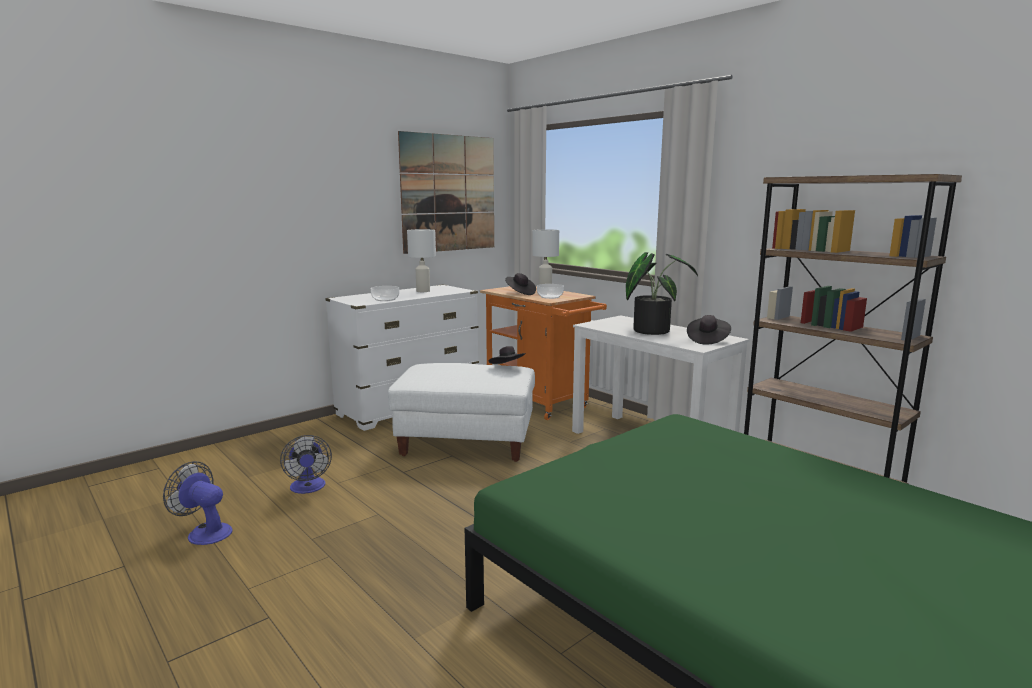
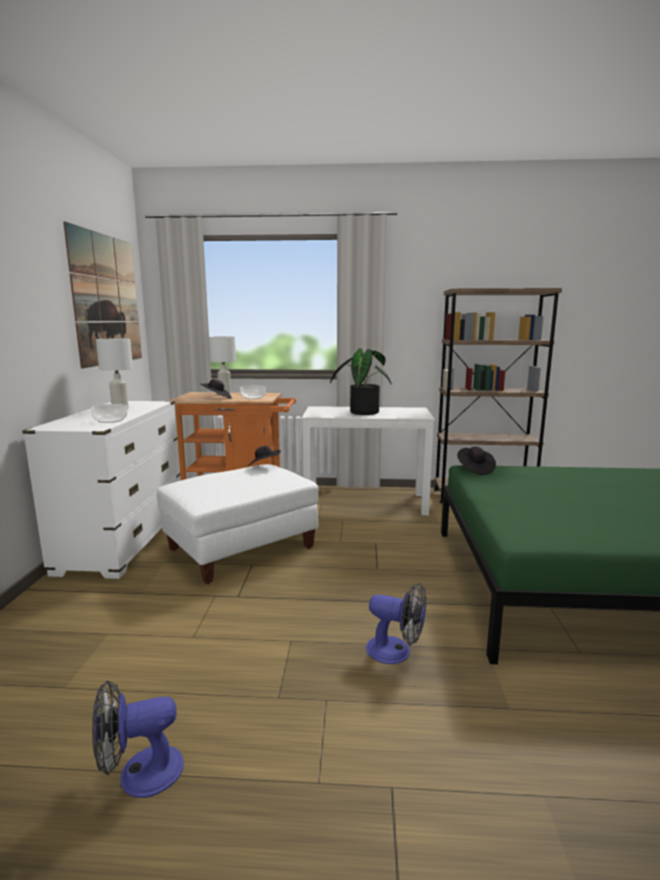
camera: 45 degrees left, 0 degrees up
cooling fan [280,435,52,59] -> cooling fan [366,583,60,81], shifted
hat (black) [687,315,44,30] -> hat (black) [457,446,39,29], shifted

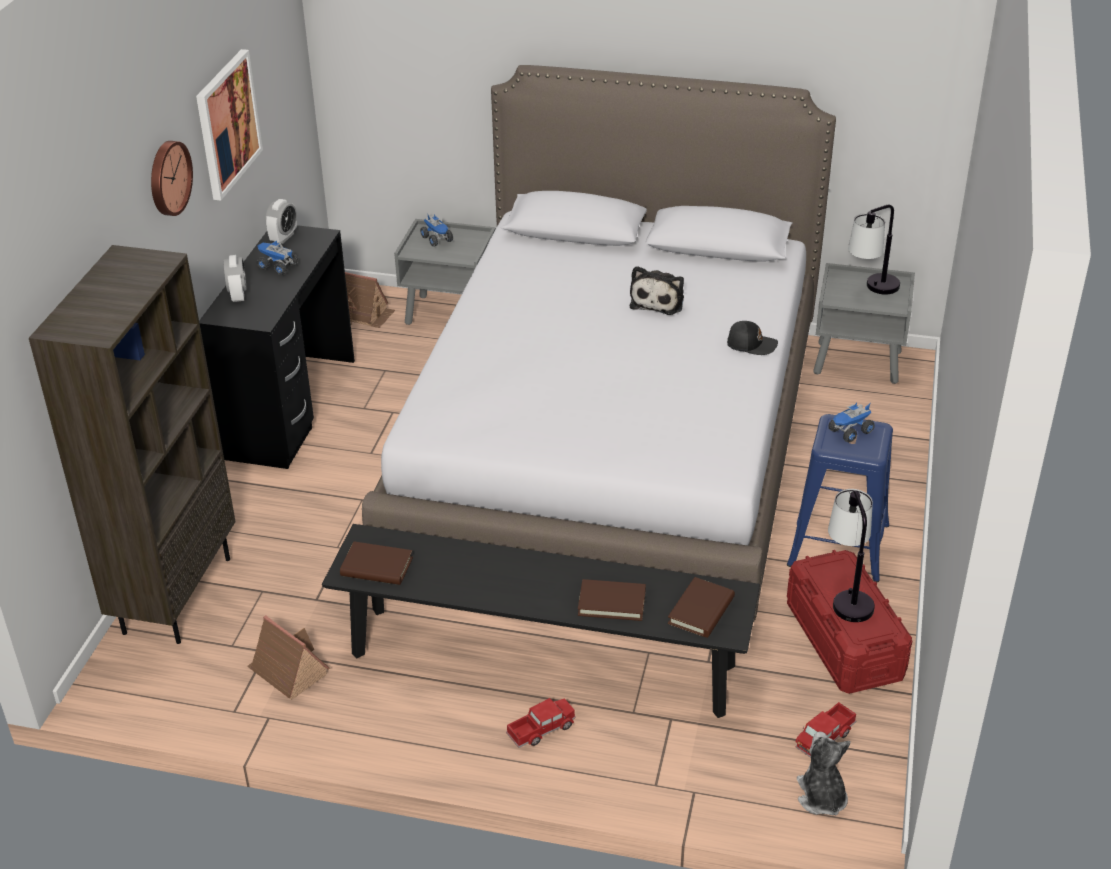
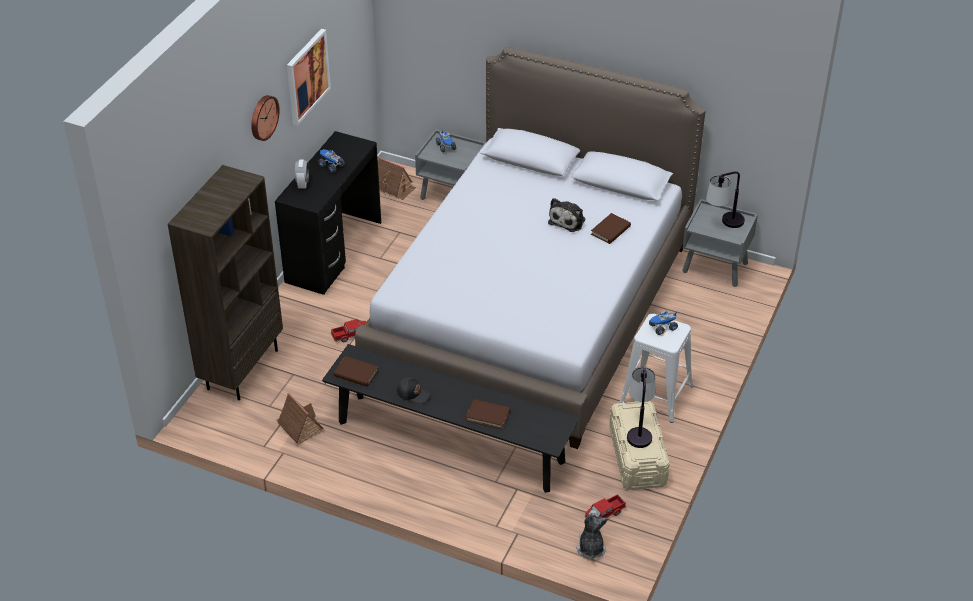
camera: 10 degrees right, 5 degrees up
table clock [265,199,32,45] -> none
toy truck [506,698,70,50] -> toy truck [331,319,35,23], shifted
bound book (brownish) [668,577,67,61] -> bound book (brownish) [591,213,40,31], shifted
cap (black) [727,321,51,34] -> cap (black) [397,378,34,26], shifted
sitting stool (blue) [787,414,106,168] -> sitting stool (whitish) [619,314,74,109]
storage bin (reddish) [787,550,126,144] -> storage bin (beige-coloured) [609,401,61,89]

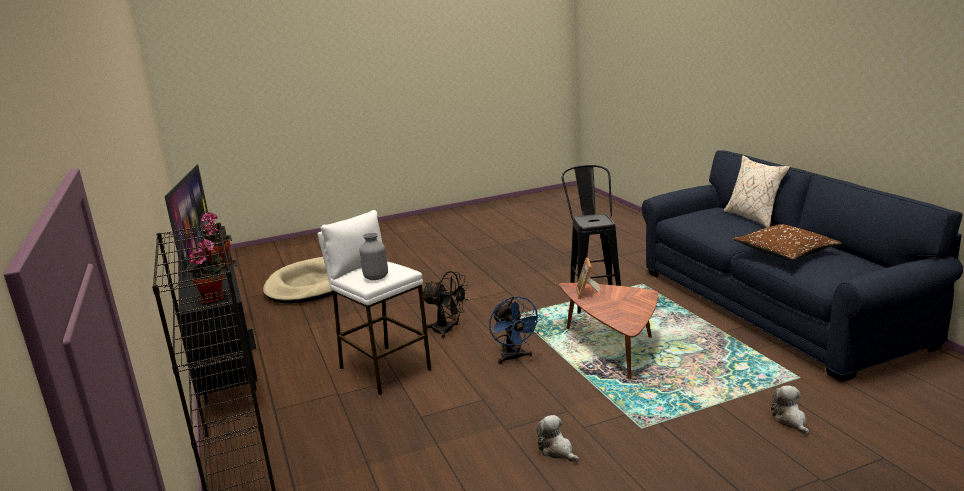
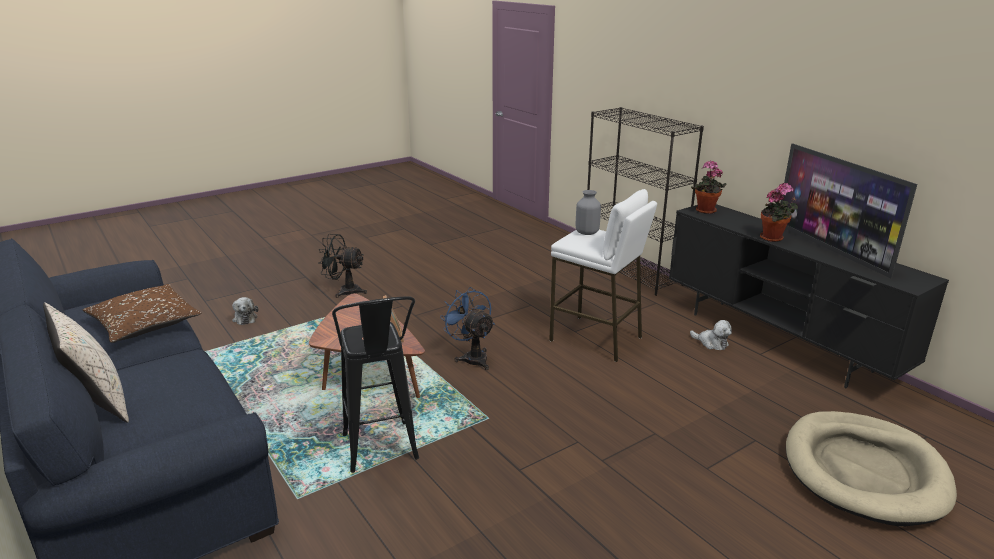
camera: 165 degrees right, 5 degrees up
cooling fan (black) [423,271,45,67] -> cooling fan (black) [318,234,49,64], shifted
soft toy [536,415,43,48] -> soft toy [690,320,42,30], shifted

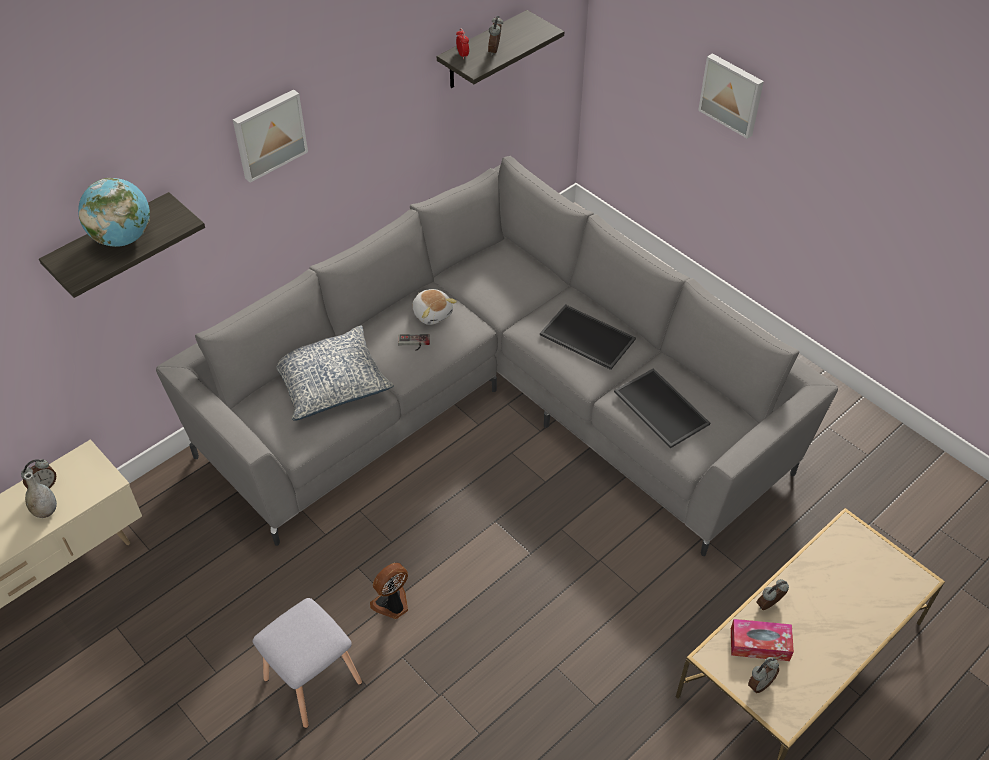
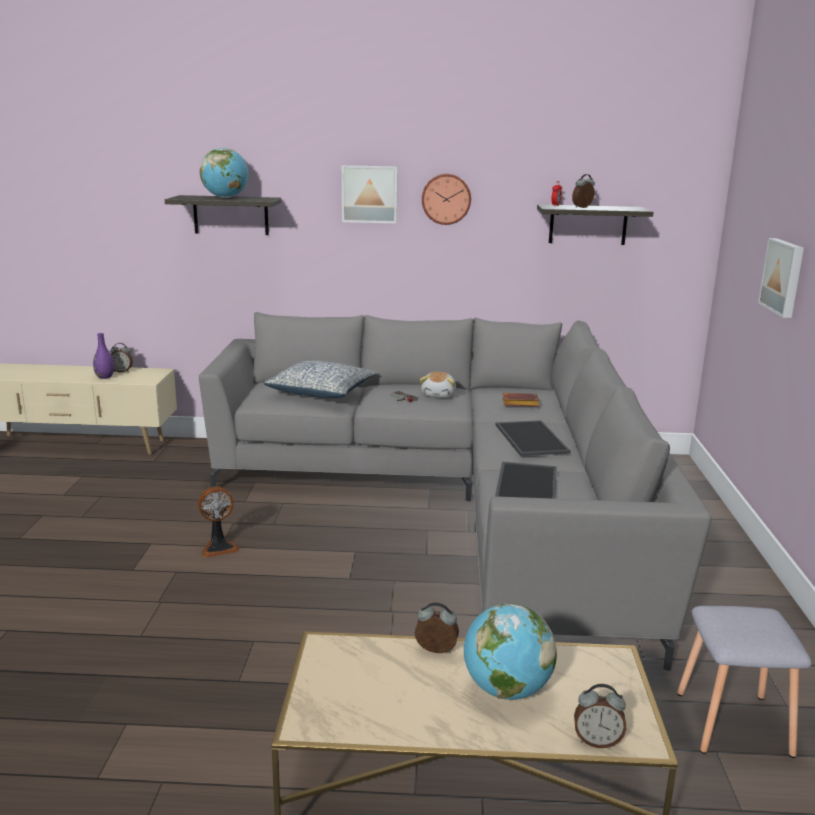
camera: 45 degrees right, 30 degrees down
tissue holder [731,619,63,42] -> none
none -> hanging clock [422,174,49,51]
none -> globe [464,603,93,97]
none -> bound book (brownish) [502,393,38,13]
sitting stool (grey) [253,598,109,130] -> sitting stool (grey) [677,606,135,152], shifted
table clock [748,657,31,36] -> table clock [574,684,52,64], shifted
vase (grey) [24,472,33,46] -> vase (purple) [93,333,22,46]
cooling fan [370,563,39,56] -> cooling fan [198,486,42,72], 150 degrees clockwise

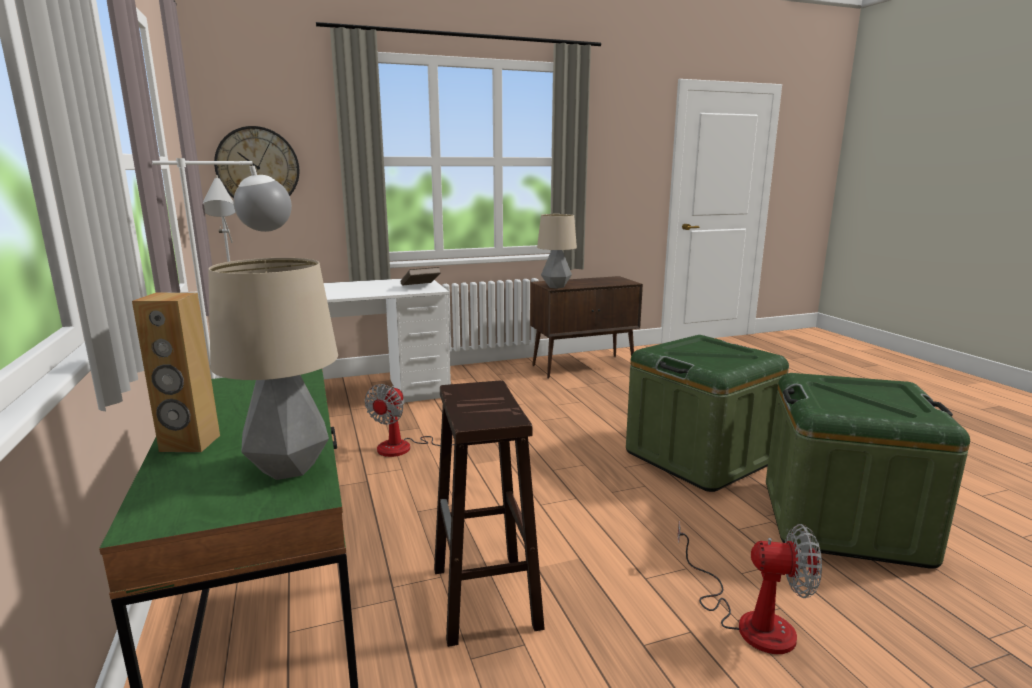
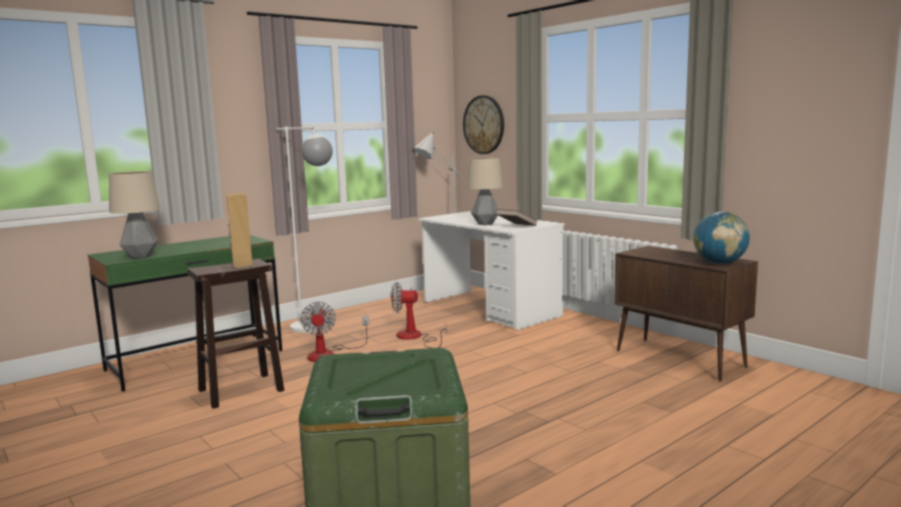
camera: 70 degrees right, 5 degrees down
storage bin (greenish) [626,335,163,157] -> none
none -> globe [693,212,57,52]
audio speaker (brownish) [132,293,88,159] -> audio speaker (brownish) [226,193,27,75], shifted
lamp for a table [537,214,40,74] -> lamp for a table [467,157,36,68], shifted
cooling fan [678,521,144,133] -> cooling fan [300,302,69,60], shifted

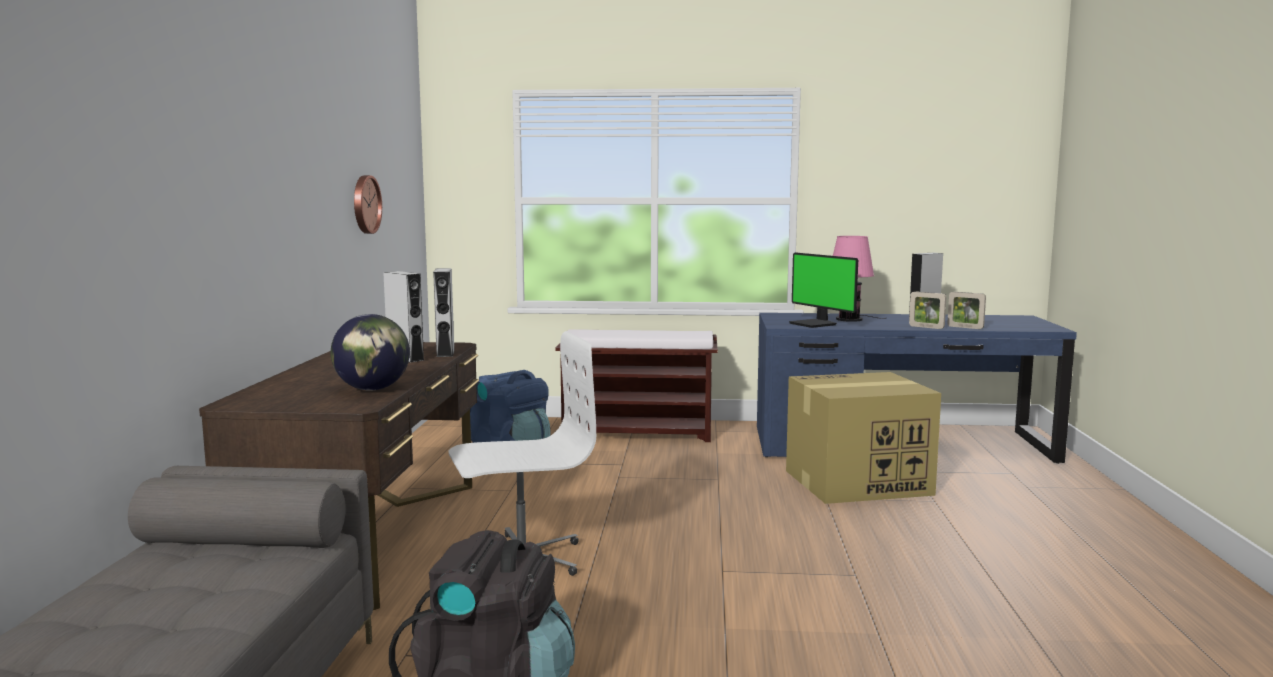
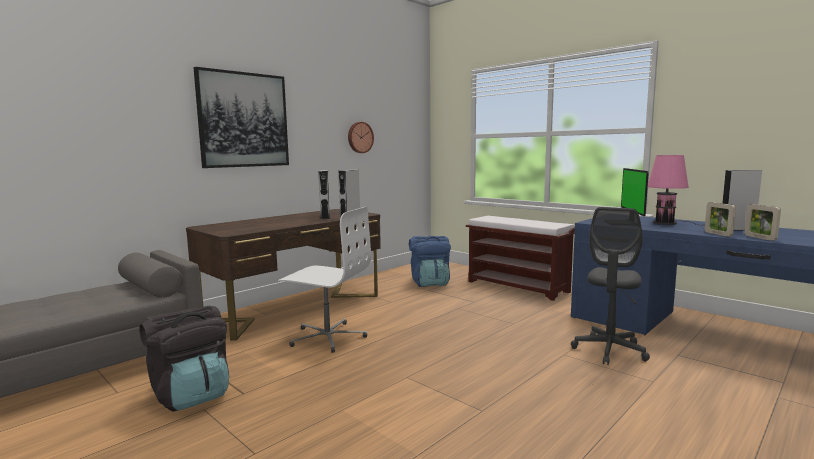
camera: 40 degrees right, 0 degrees up
globe [331,314,79,77] -> none
none -> wall art [193,67,96,101]
cardboard box [786,372,155,132] -> office chair (grey) [571,207,79,158]

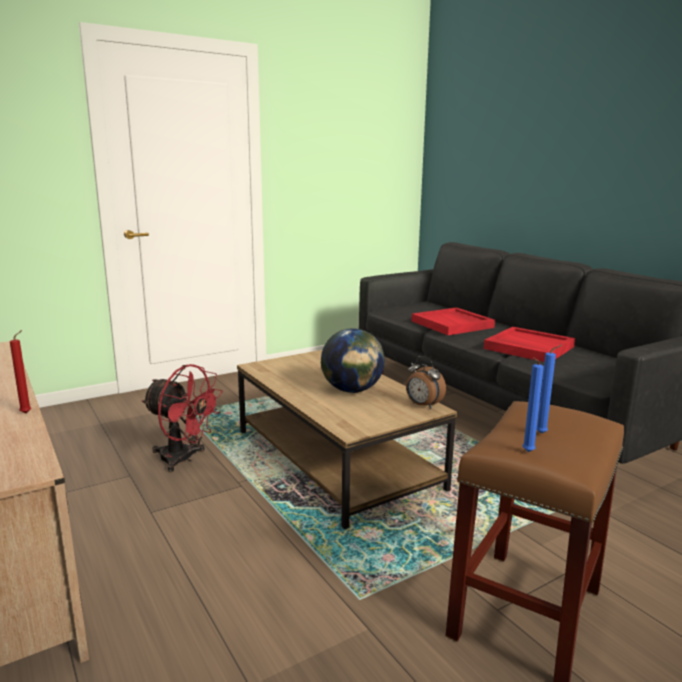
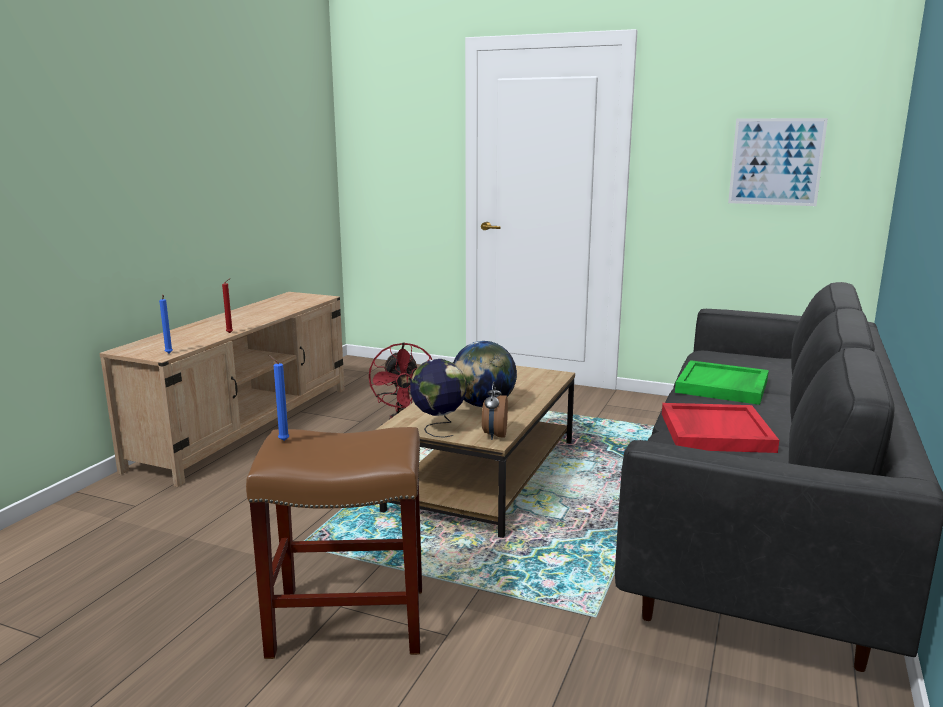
camera: 55 degrees right, 0 degrees up
none -> globe [410,359,56,79]
none -> wall art [728,118,100,88]
wax light (blue) [537,345,25,89] -> wax light (blue) [159,295,14,58], shifted
serving tray (reddish) [411,308,84,27] -> serving tray (greenish) [675,360,94,45]

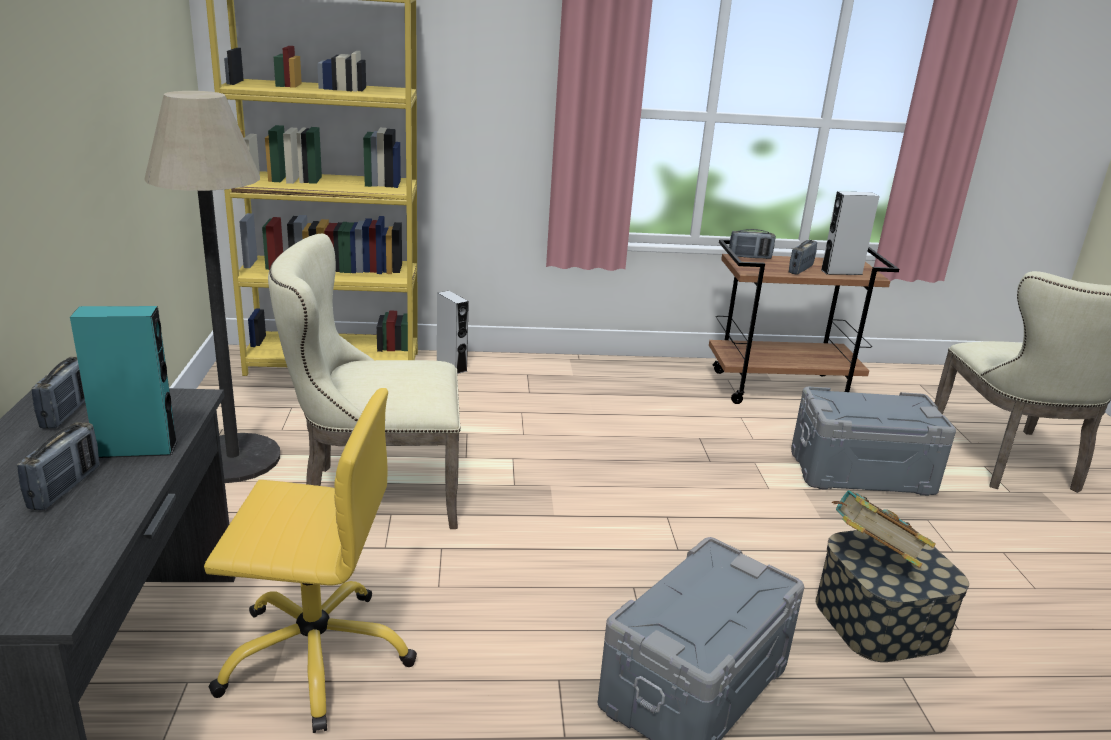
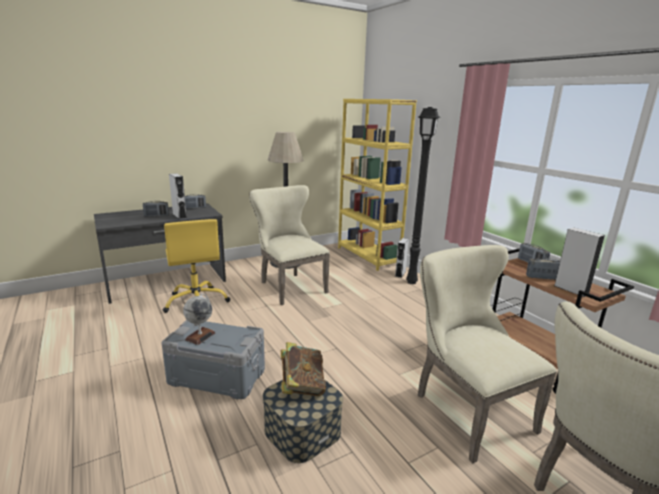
camera: 65 degrees right, 5 degrees down
none -> globe [183,293,33,52]
none -> standard lamp (black) [406,107,35,177]
storage bin (grey) [791,387,165,109] -> plain chair (beige-coloured) [418,245,139,218]
audio speaker (turquoise-coloured) [70,306,108,152] -> audio speaker (grey) [169,173,18,46]

